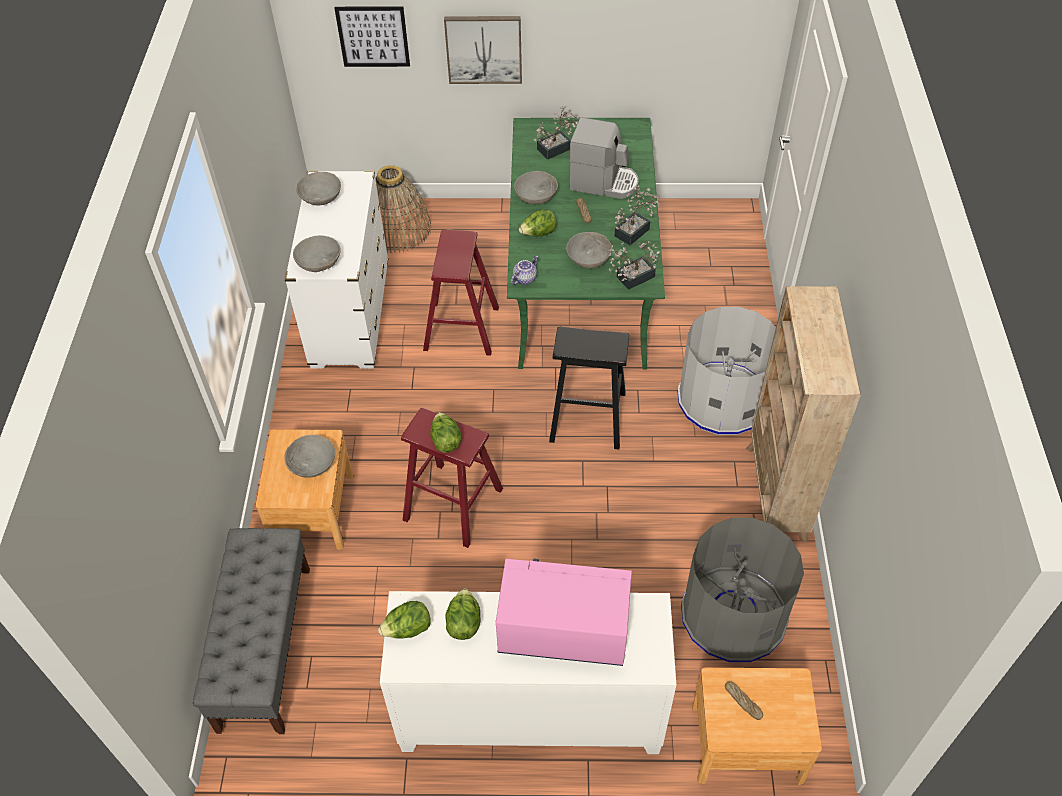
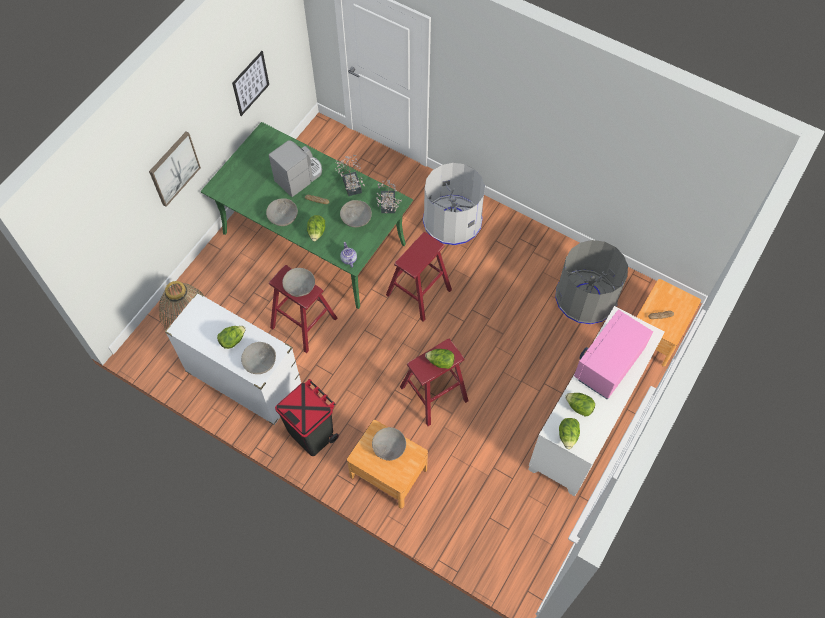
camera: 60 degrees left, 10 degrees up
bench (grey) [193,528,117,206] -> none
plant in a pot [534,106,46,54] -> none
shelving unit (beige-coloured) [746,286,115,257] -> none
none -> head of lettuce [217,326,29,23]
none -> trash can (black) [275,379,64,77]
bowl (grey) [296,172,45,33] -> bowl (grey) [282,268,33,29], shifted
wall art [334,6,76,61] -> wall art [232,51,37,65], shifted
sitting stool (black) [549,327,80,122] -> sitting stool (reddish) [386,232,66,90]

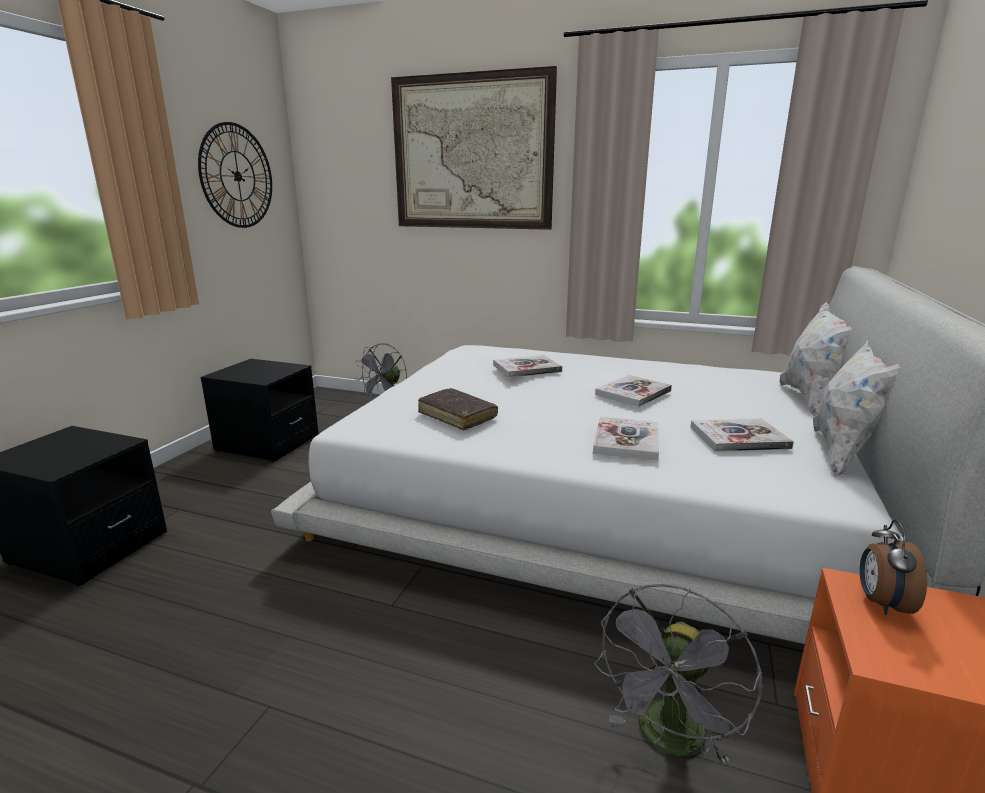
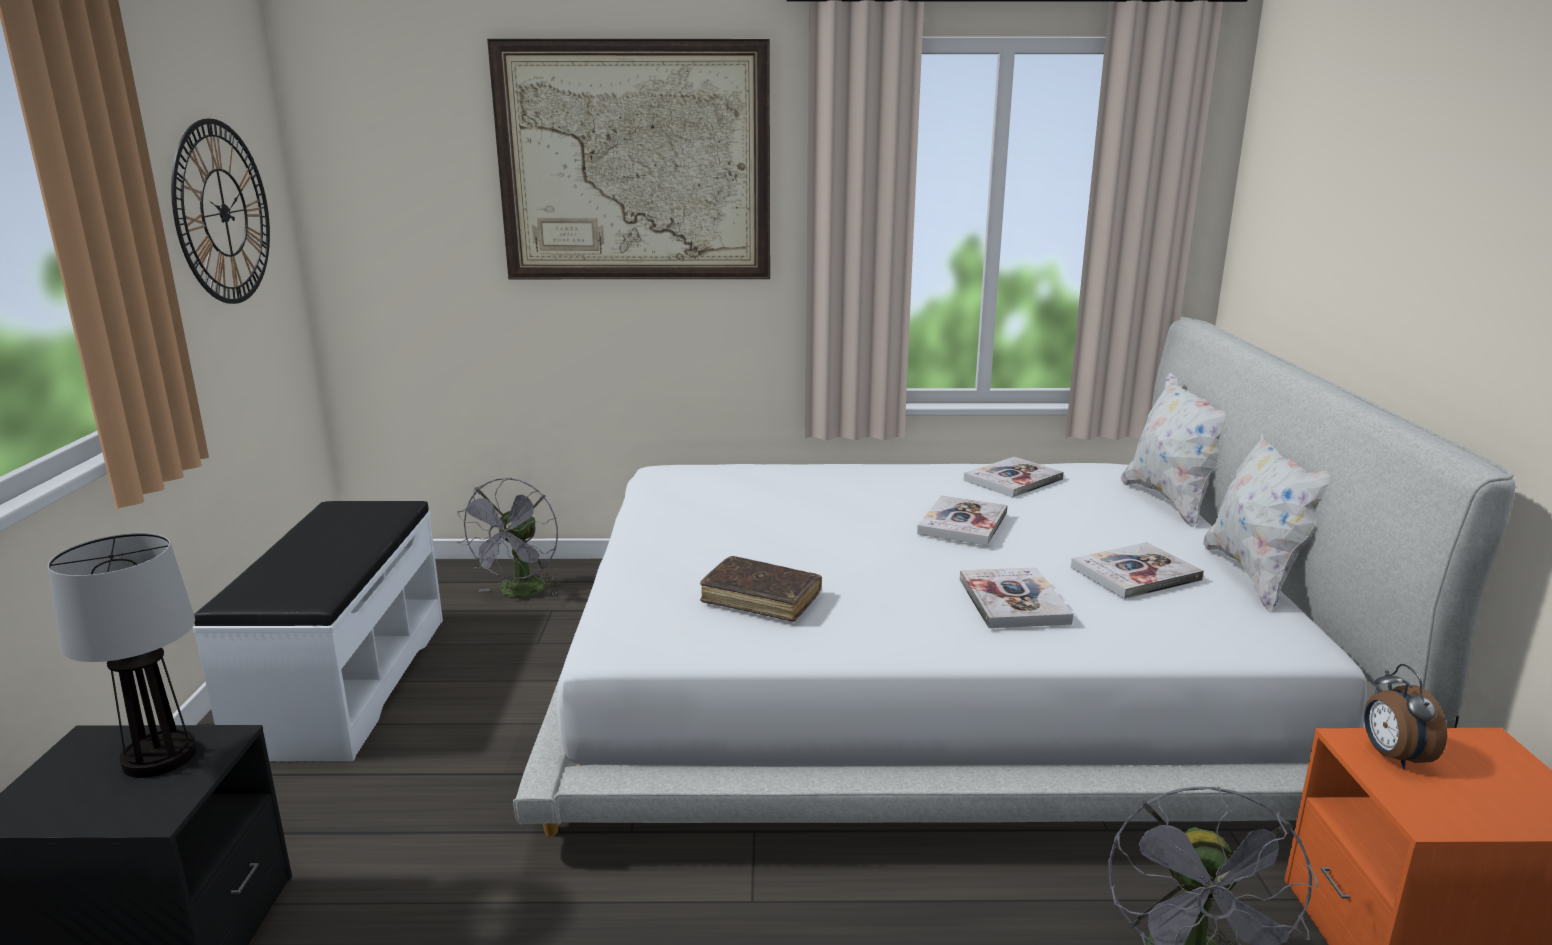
camera: 20 degrees left, 0 degrees up
none -> lamp for a table [48,533,149,245]
bound book [493,355,69,23] -> bound book [964,457,100,41], shifted
nightstand (black) [200,359,119,103] -> bench (whitish) [193,501,250,260]

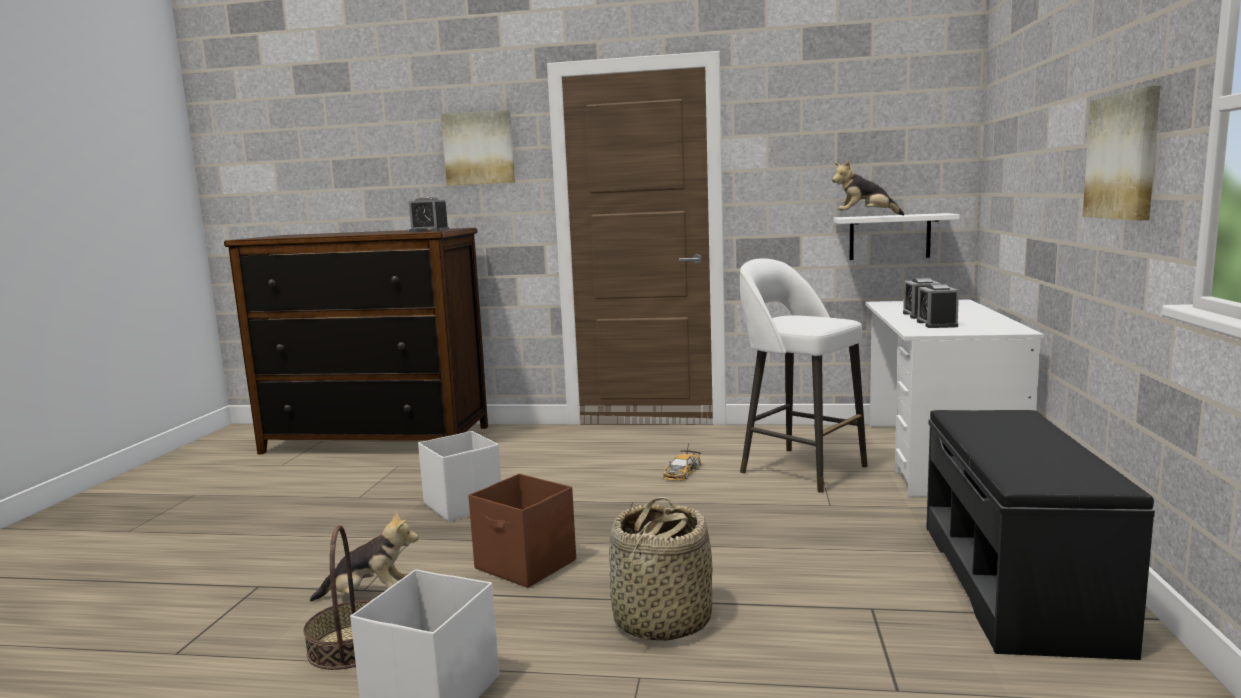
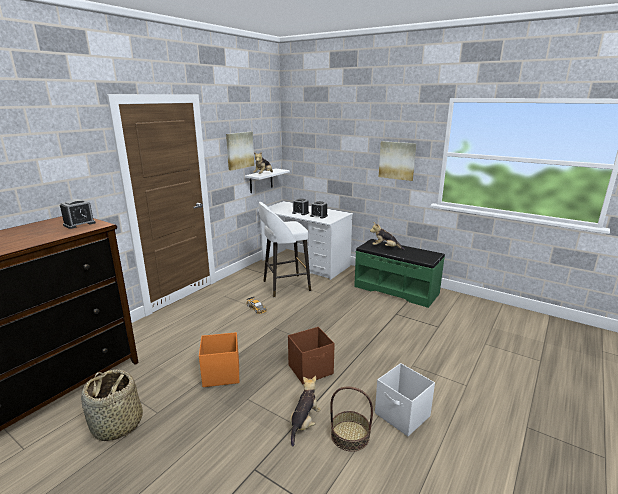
camera: 65 degrees left, 10 degrees up
none -> soft toy [370,222,35,28]
wall art [441,110,74,76] -> wall art [226,132,28,38], shifted
basket [609,497,104,144] -> basket [81,369,62,72], shifted
storage bin (whitish) [418,431,83,91] -> storage bin (orange-coloured) [199,332,40,55]
bench (black) [926,410,229,250] -> bench (greenish) [354,239,91,69]

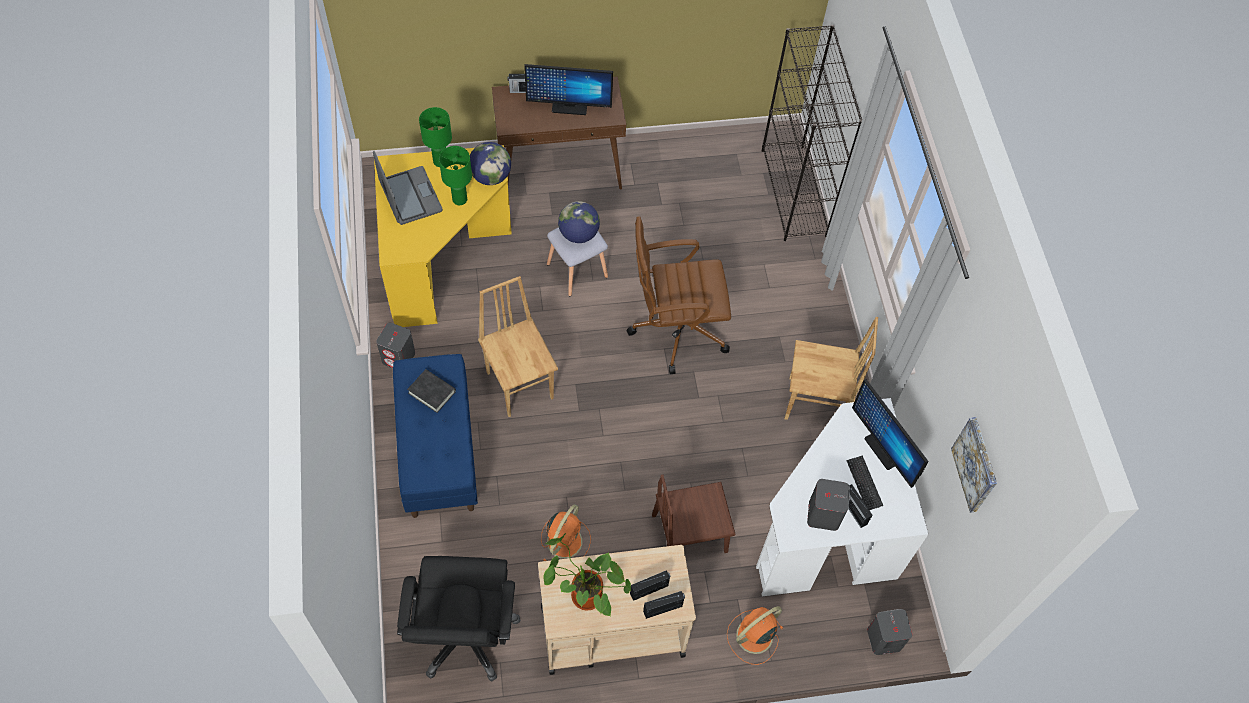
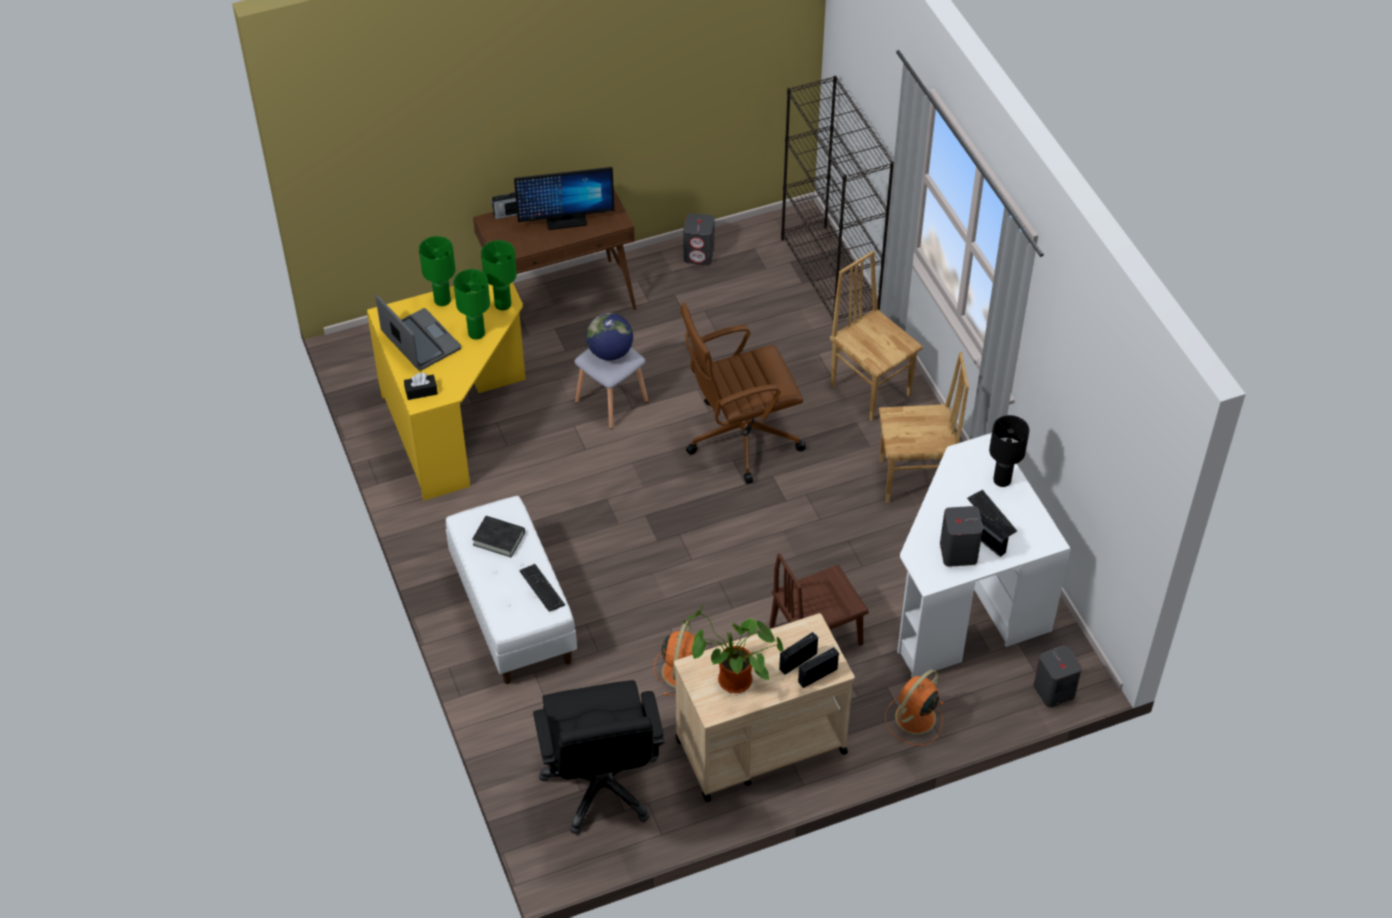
camera: 10 degrees left, 10 degrees down
wall art [951,417,46,96] -> none
none -> tissue holder (black) [404,373,34,27]
none -> keyboard [519,564,46,48]
audio speaker (grey) [376,323,39,45] -> audio speaker (grey) [683,213,32,52], shifted
plain chair (brownish) [478,276,80,141] -> plain chair (brownish) [830,251,93,170], shifted
globe [470,142,41,43] -> lamp for a table (greenish) [481,240,36,70]
computer screen [852,379,76,109] -> lamp for a table (black) [989,415,40,72]
bench (blue) [393,354,85,164] -> bench (whitish) [446,496,131,188]

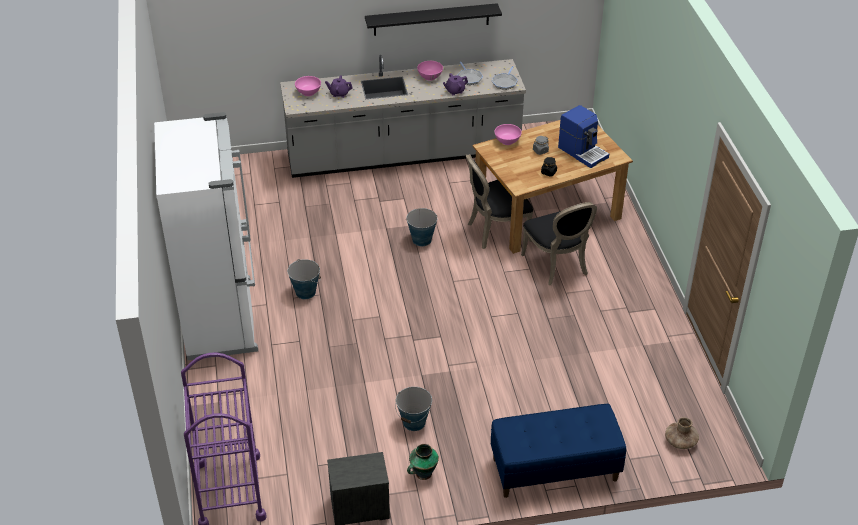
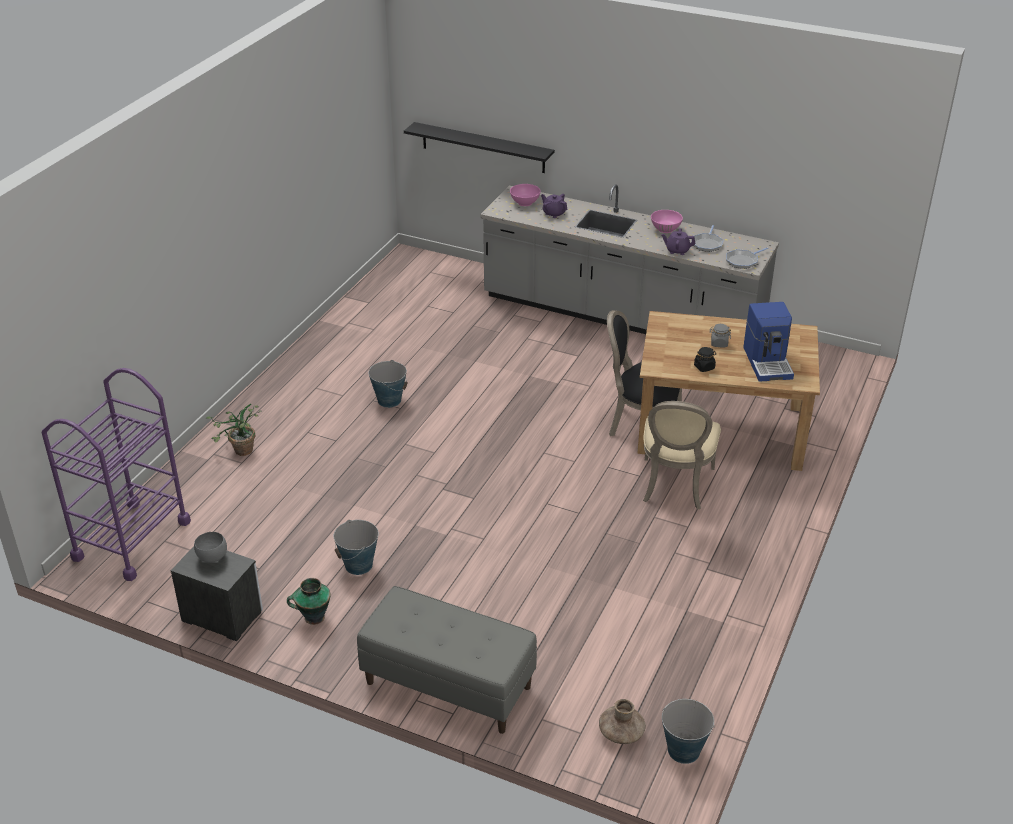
camera: 35 degrees right, 5 degrees down
fridge (whitish) [154,112,104,248] -> none
bowl (pinkish) [494,124,28,21] -> none
none -> bowl (grey) [194,532,33,31]
none -> plant in a pot [206,403,55,53]
shelf (black) [365,3,137,33] -> shelf (black) [404,122,151,51], shifted
bucket [406,208,31,38] -> bucket [662,699,53,65], shifted
bench (blue) [491,404,135,94] -> bench (grey) [357,586,180,148]
plain chair (black) [521,202,76,83] -> plain chair (beige-coloured) [643,401,78,109]

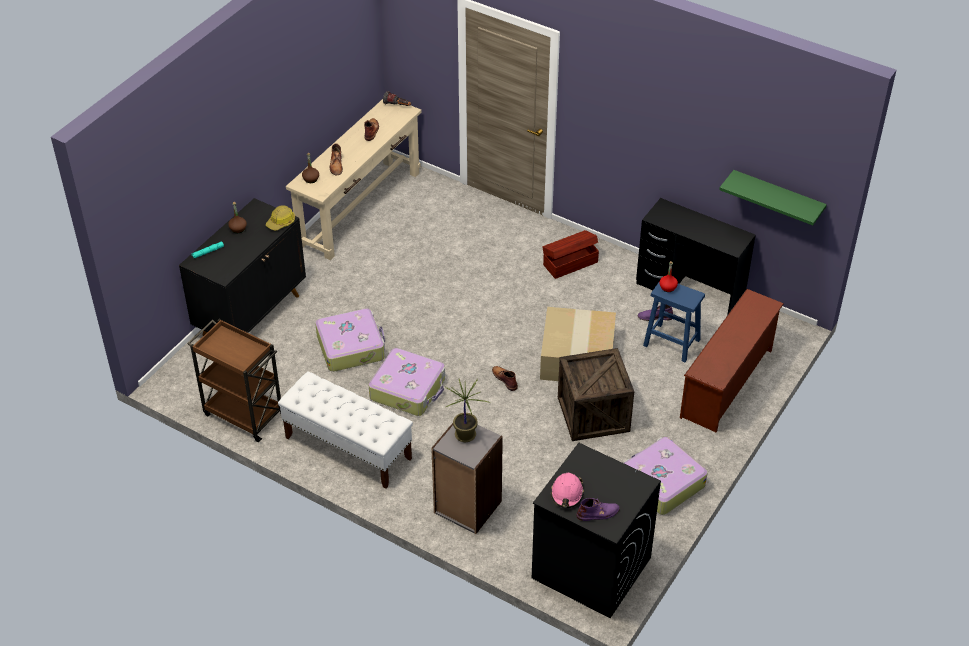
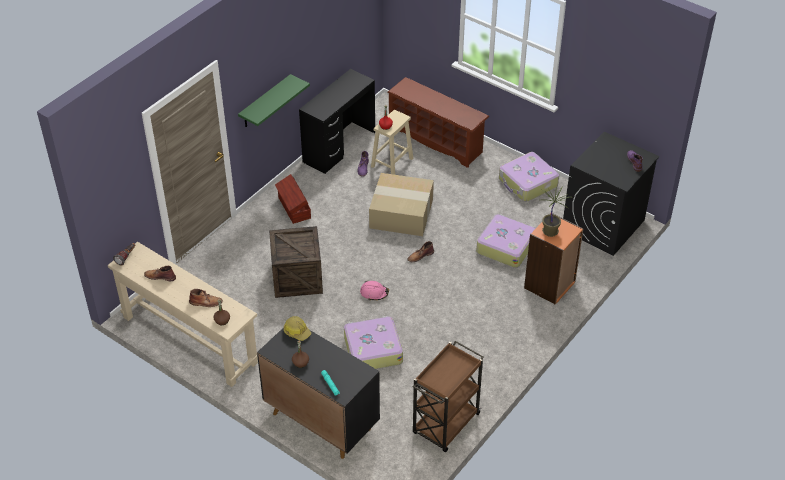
camera: 85 degrees left, 0 degrees up
bench (whitish) [278,371,135,118] -> none
piece of luggage [369,348,76,68] -> piece of luggage [476,214,60,54], shifted
work helmet (pinkish) [551,473,33,35] -> work helmet (pinkish) [360,281,30,19], shifted
packing crate [558,348,76,93] -> packing crate [269,226,54,72], shifted
shelf (greenish) [719,170,108,55] -> shelf (greenish) [238,74,72,53], shifted
shelving unit (grey) [431,423,72,111] -> shelving unit (orange-coloured) [524,213,60,92]
sitting stool (blue) [643,281,62,81] -> sitting stool (beige-coloured) [371,110,42,65]

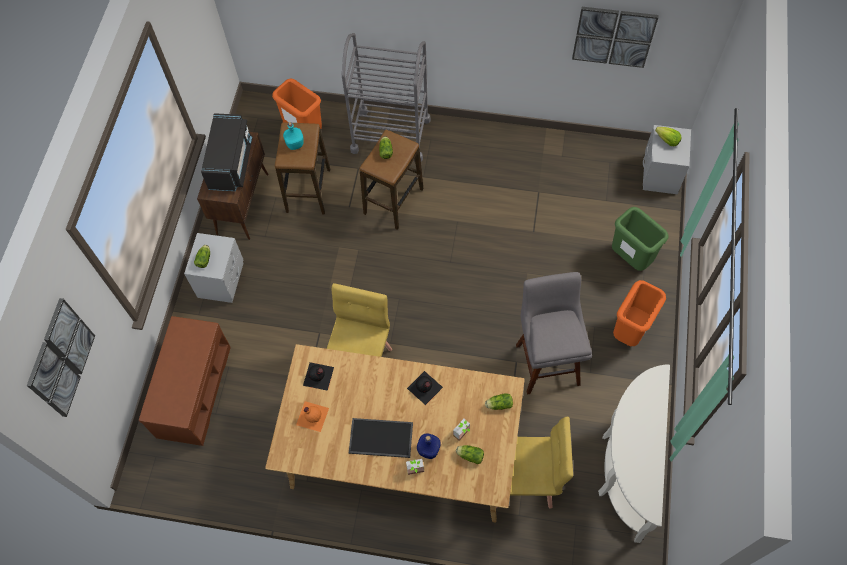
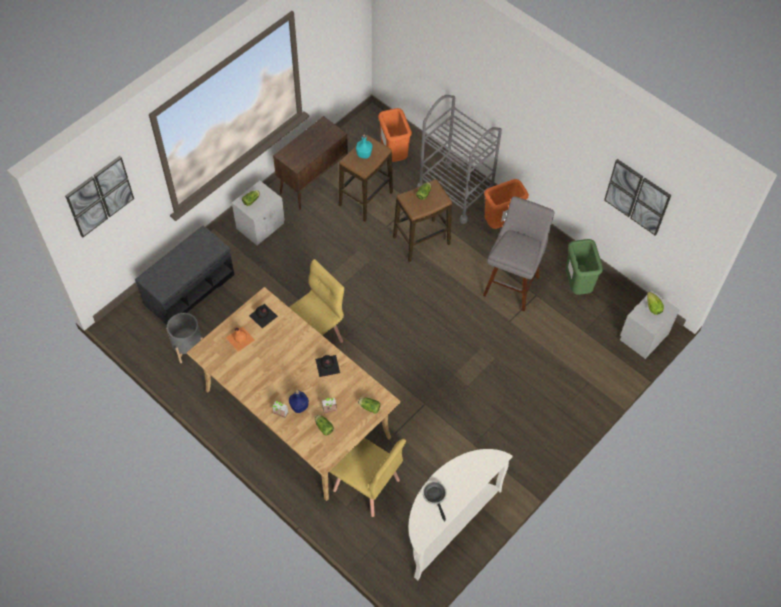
camera: 30 degrees right, 5 degrees down
kitchen microwave (black) [201,113,52,78] -> none
serving tray [349,418,64,40] -> none
none -> plant pot (grey) [166,313,37,50]
none -> frying pan [423,481,24,41]
sitting stool (grey) [516,272,76,122] -> sitting stool (grey) [483,196,71,115], shifted
trash can (greenish) [612,207,57,64] -> trash can (greenish) [566,239,37,56], shifted
trash can (orange-coloured) [613,280,53,66] -> trash can (orange-coloured) [484,179,45,50], shifted
bench (brownish) [139,316,92,130] -> bench (grey) [135,226,99,99]

